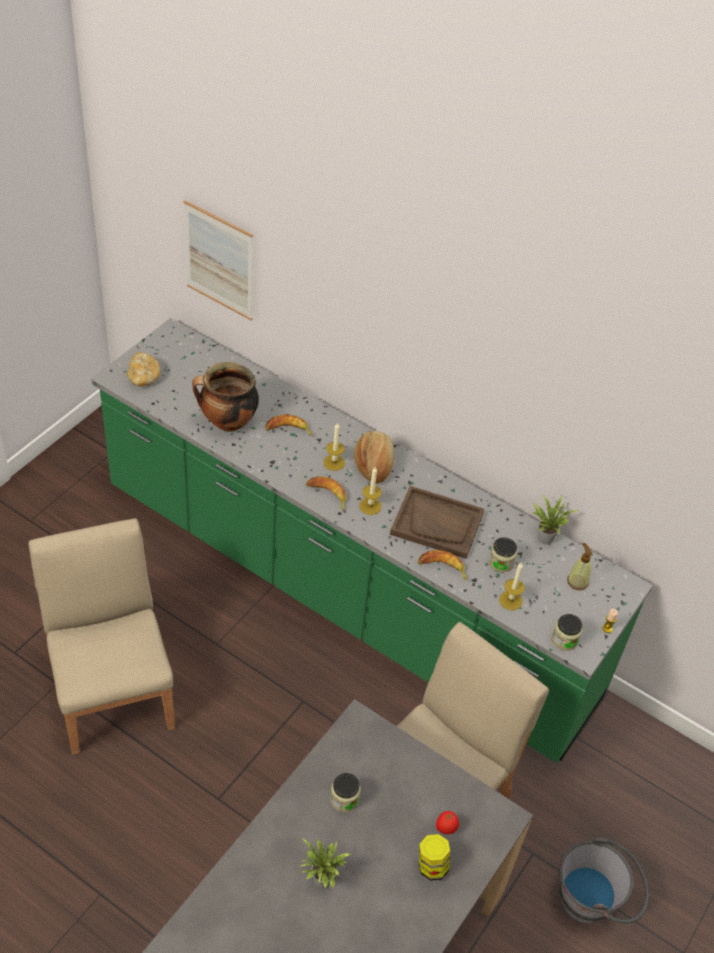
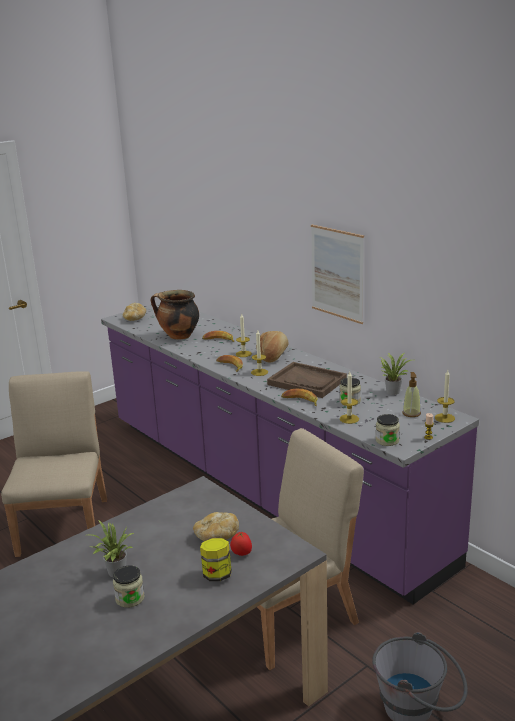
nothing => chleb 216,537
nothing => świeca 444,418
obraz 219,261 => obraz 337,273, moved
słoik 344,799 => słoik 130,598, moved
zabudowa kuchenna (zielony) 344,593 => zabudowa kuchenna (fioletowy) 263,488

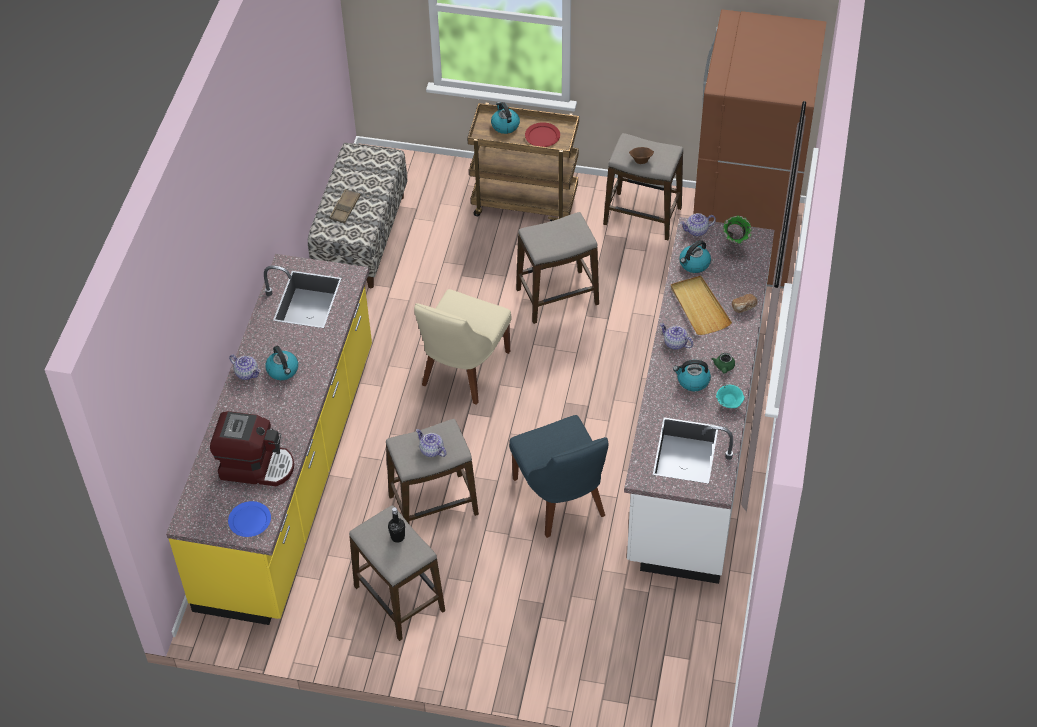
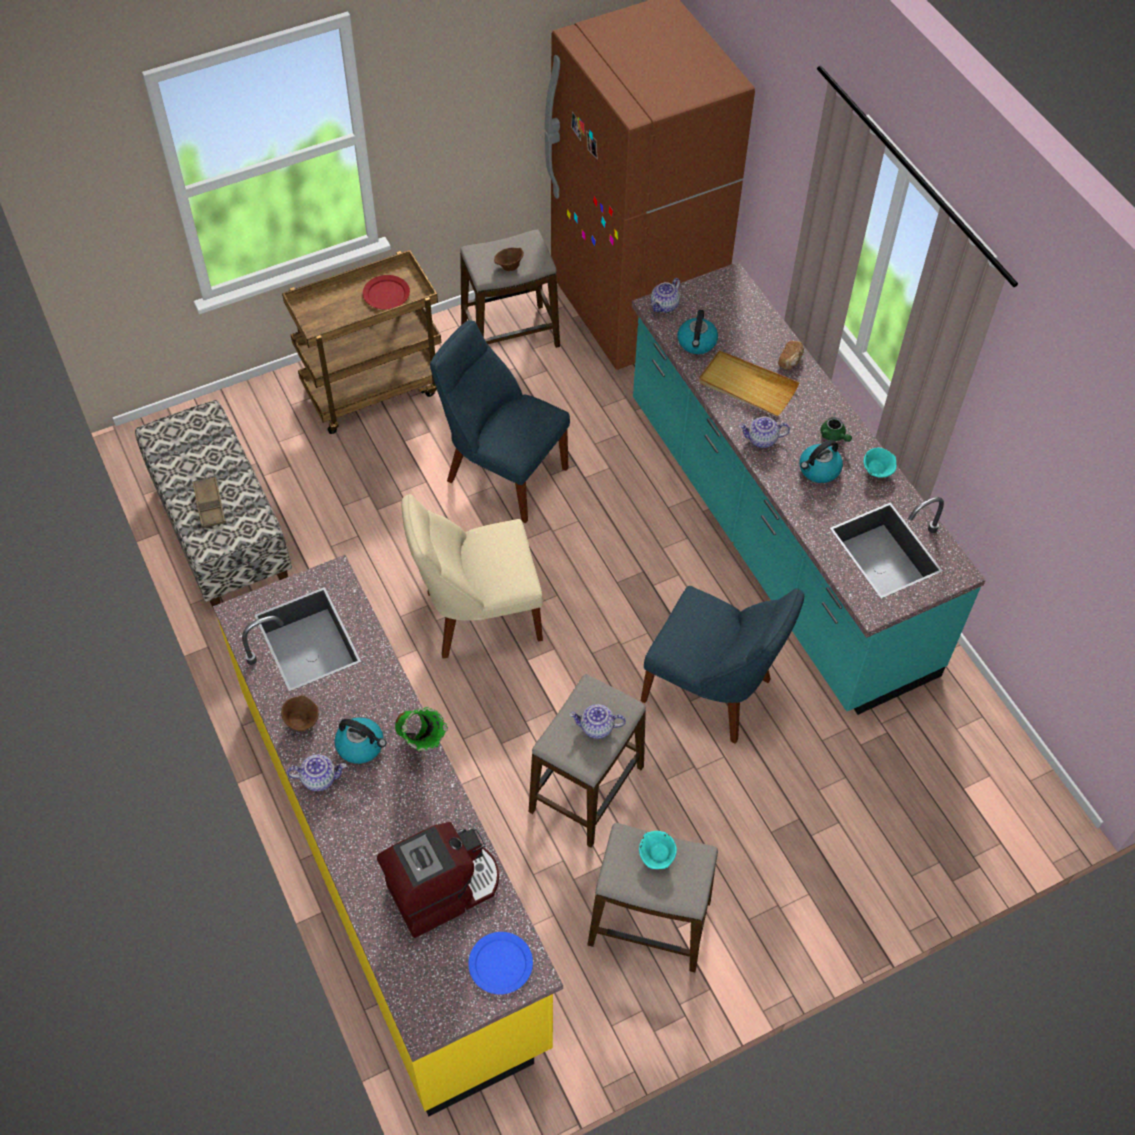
czajnik 505,125 => nothing
nothing => miska (brązowy) 301,721
wazon (zielony) 734,247 => wazon (zielony) 421,745, moved
butelka (czarny) 397,537 => miska (turkusowy) 657,857
stołek 557,297 => krzesło (niebieski) 502,472
zabudowa kuchenna (biały) 694,435 => zabudowa kuchenna (turkusowy) 775,536
krzesło (beżowy) 463,371 => krzesło (beżowy) 478,615, 90 degrees clockwise

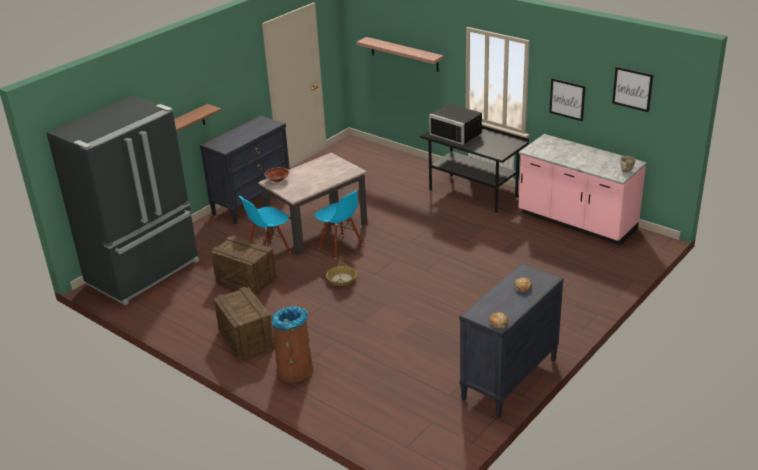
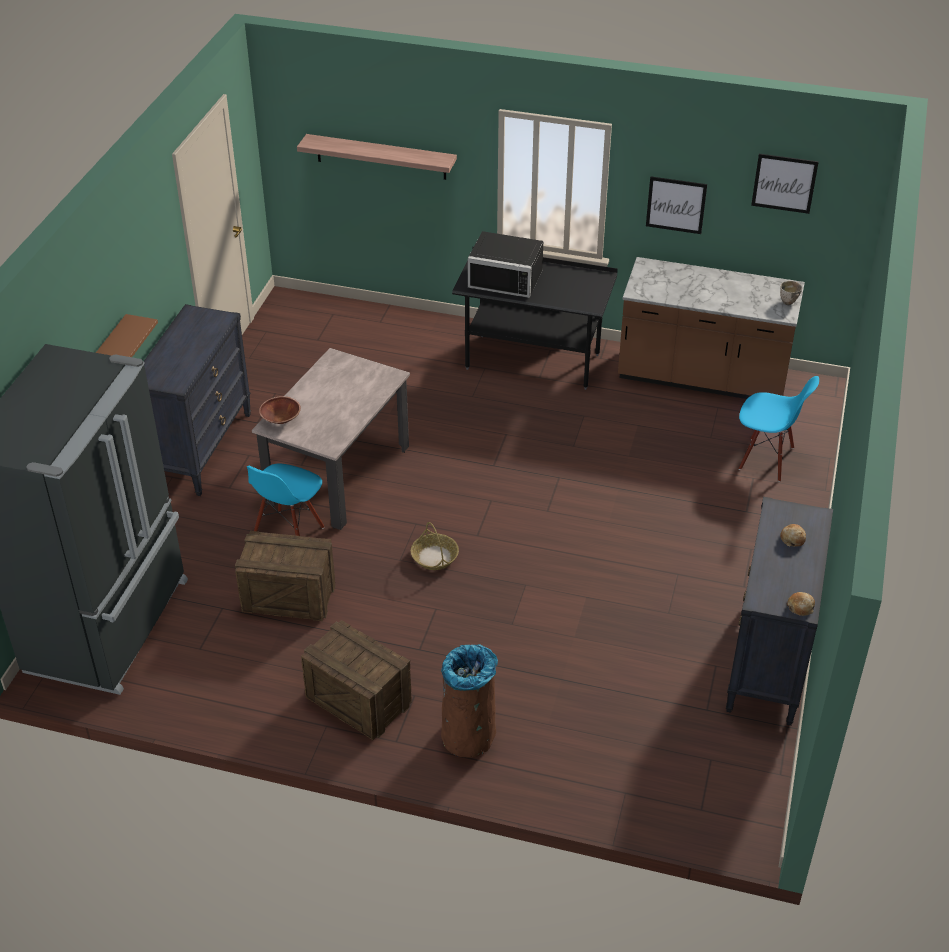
krzesło (niebieski) 340,246 => krzesło (niebieski) 766,459, moved
zabudowa kuchenna (różowy) 576,222 => zabudowa kuchenna (brązowy) 702,379

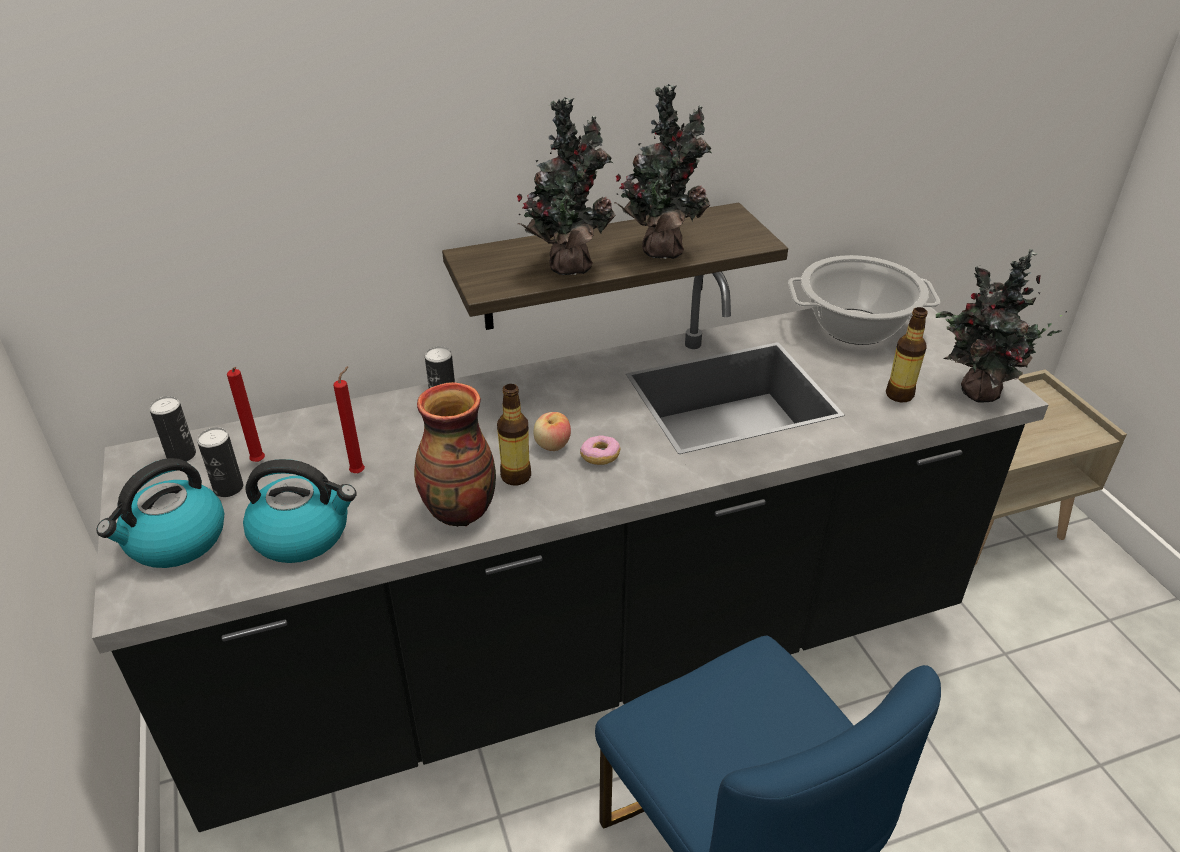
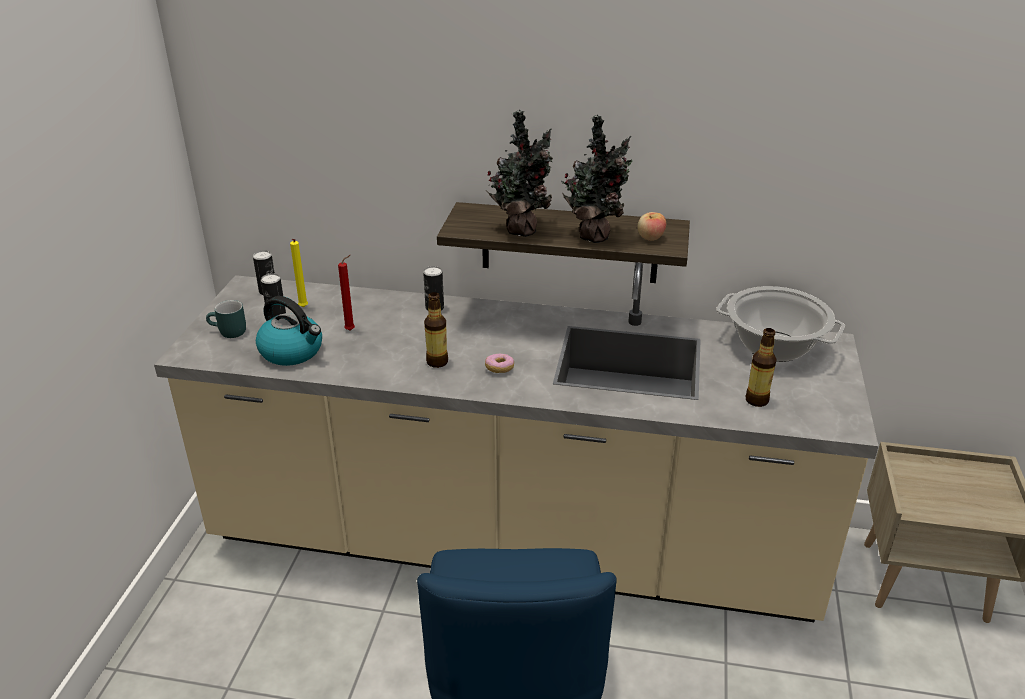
wazon 460,511 => nothing
roślina doniczkowa 976,393 => nothing
jabłko 552,445 => jabłko 650,238, moved
czajnik 175,541 => kubek (turkusowy) 228,333
zabudowa kuchenna (czarny) 590,658 => zabudowa kuchenna (beżowy) 512,545
świeca (czerwony) 259,463 => świeca (żółty) 303,308

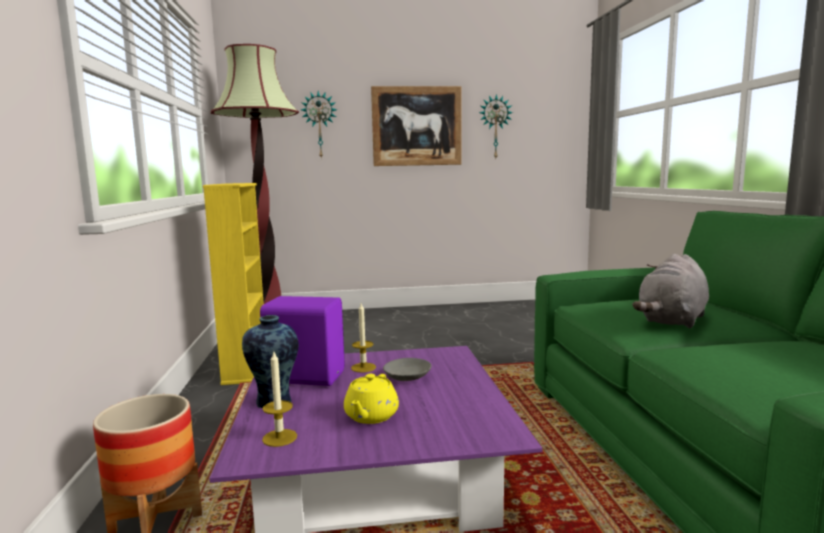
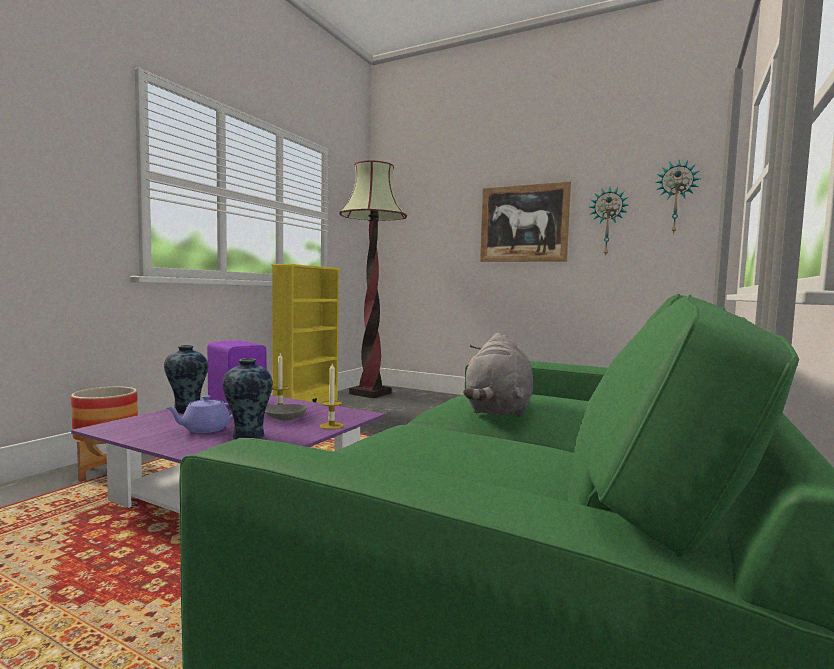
nothing => wazon 247,436
świeca 279,438 => świeca 331,426, moved
zegar ścienny 319,125 => zegar ścienny 676,197, moved
imbryk (żółty) 370,416 => imbryk (fioletowy) 204,429
pluszak (szary) 672,321 => pluszak (szary) 498,411, 60 degrees counterclockwise

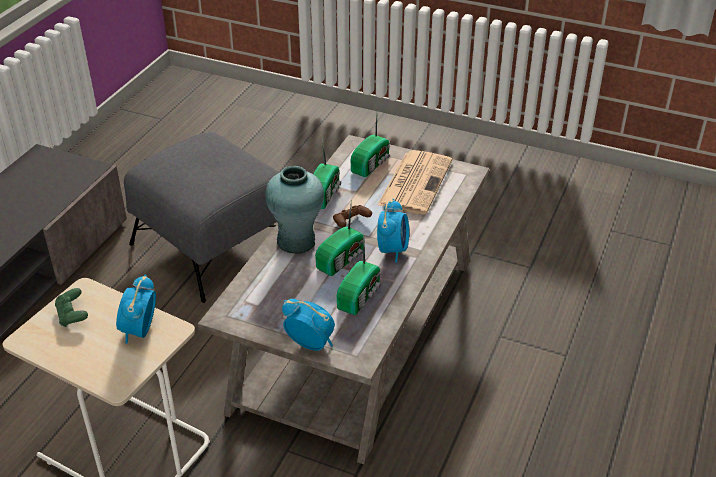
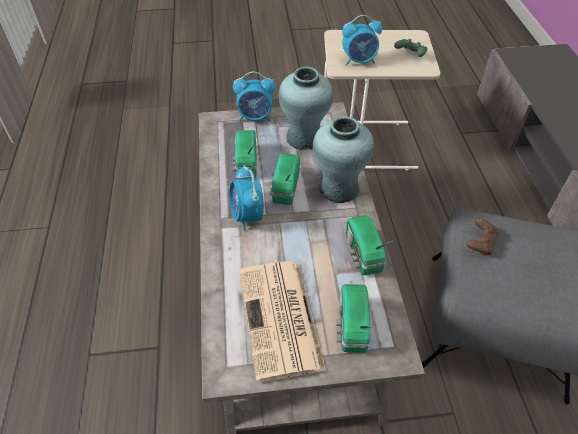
nothing => wazon (turkusowy) 304,138
pad do gier (brązowy) 351,223 => pad do gier (brązowy) 480,243, moved
budzik 140,331 => budzik 359,61, 105 degrees clockwise

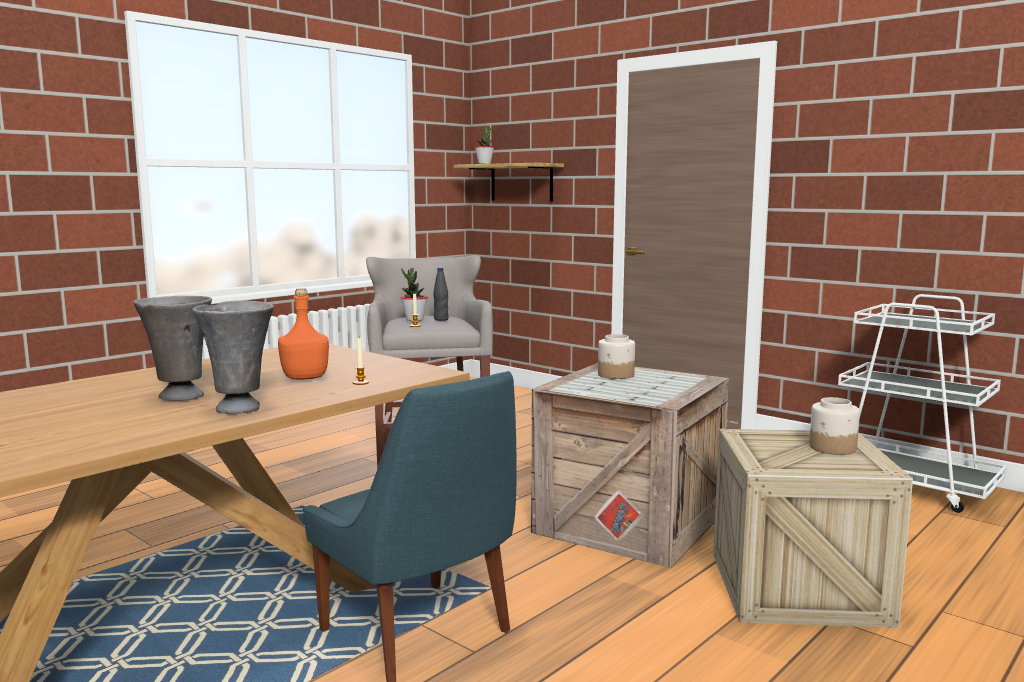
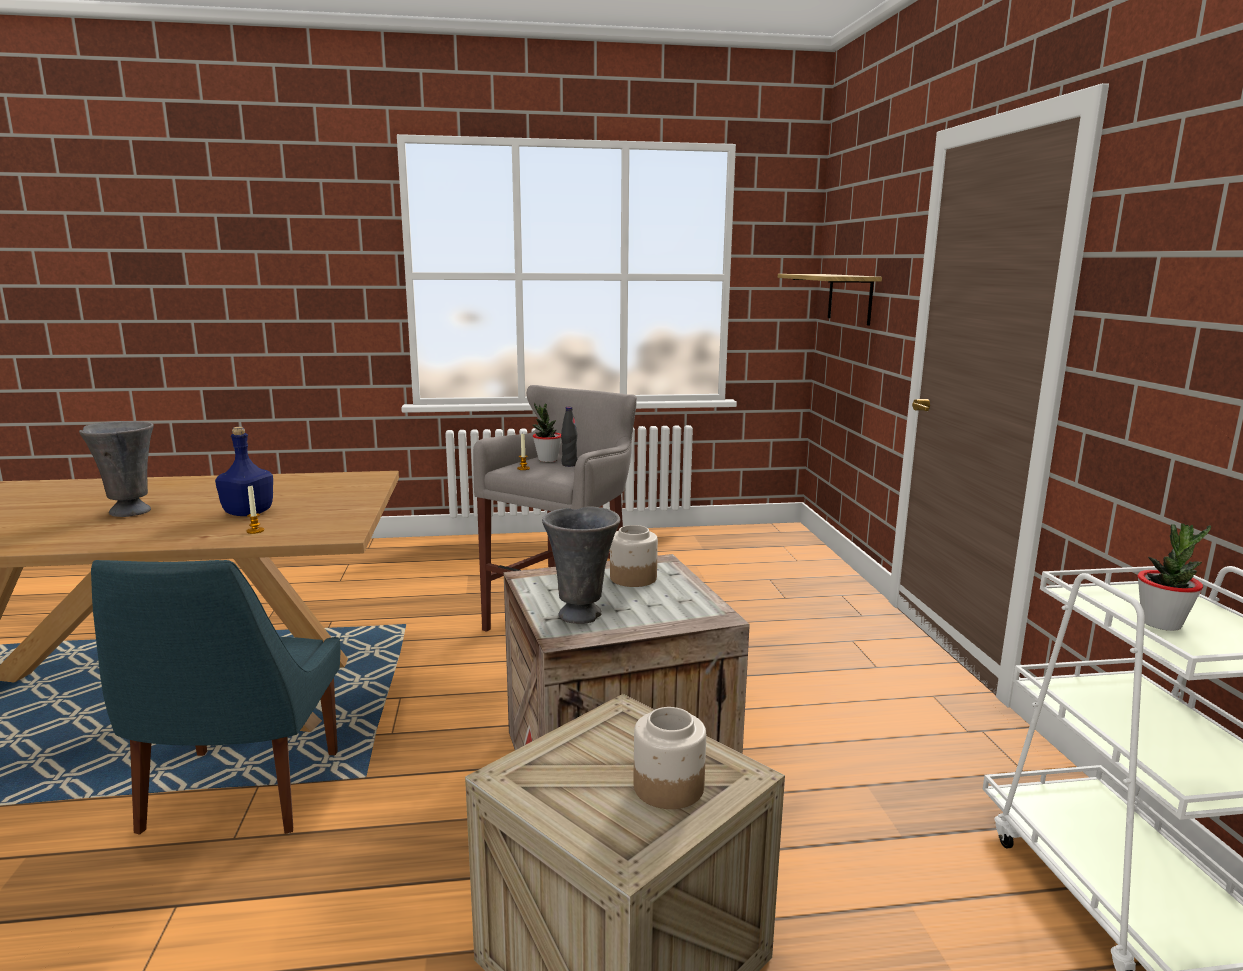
wazon (szary) 240,408 => wazon (szary) 582,615, moved
roślina doniczkowa 484,164 => roślina doniczkowa 1161,623, moved
butelka (pomarańczowy) 304,378 => butelka (niebieski) 247,513

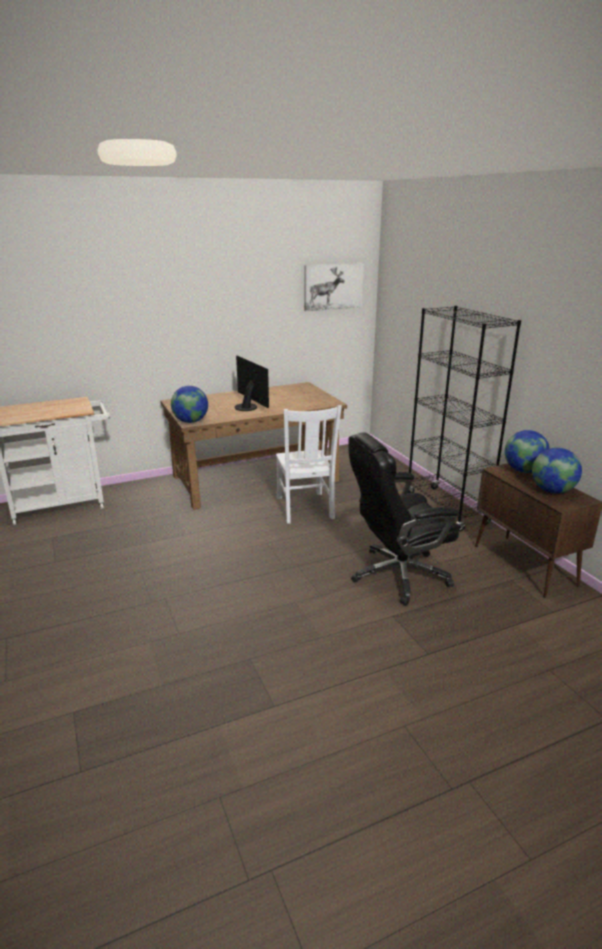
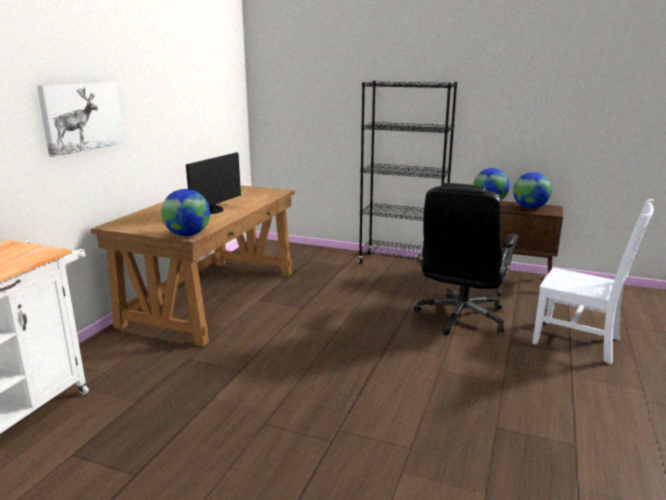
krzesło (biały) 305,509 => krzesło (biały) 579,341, moved
obraz 332,286 => obraz 82,116, moved
monitor 248,407 => monitor 212,211, 105 degrees clockwise

